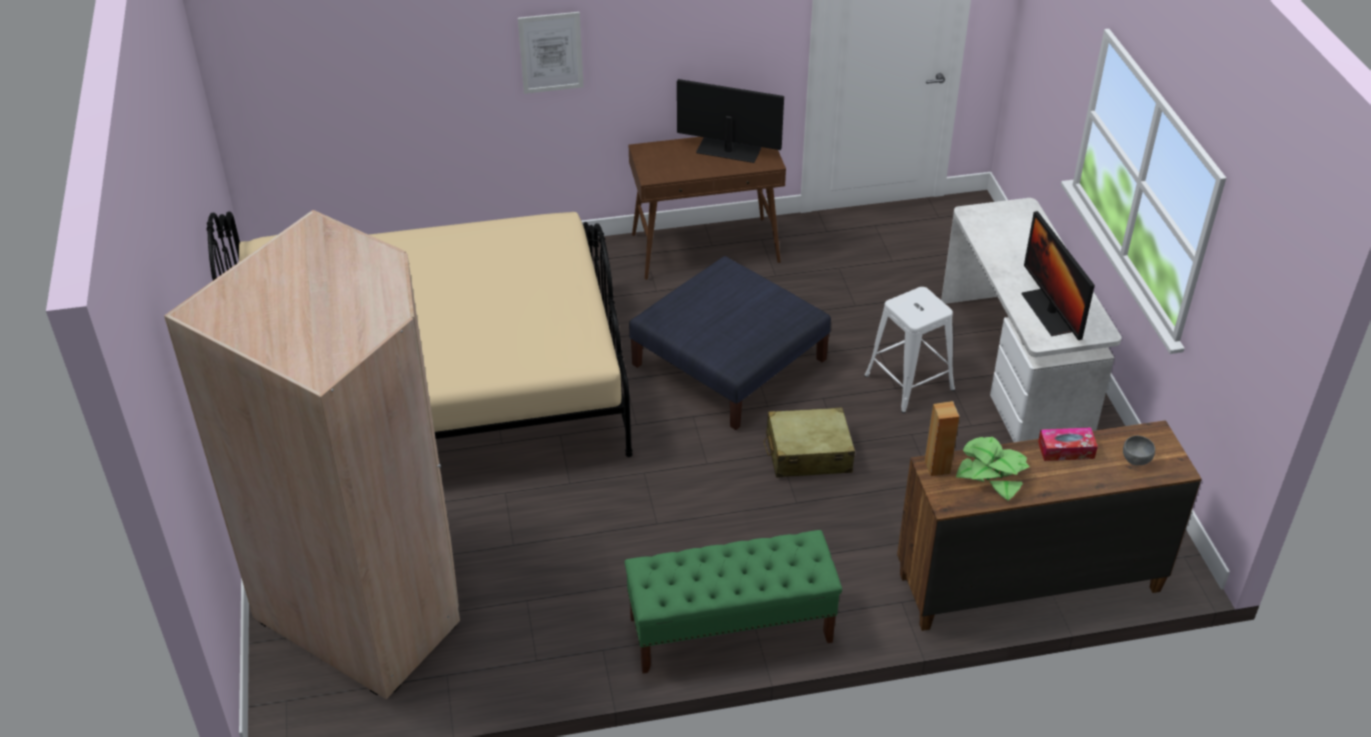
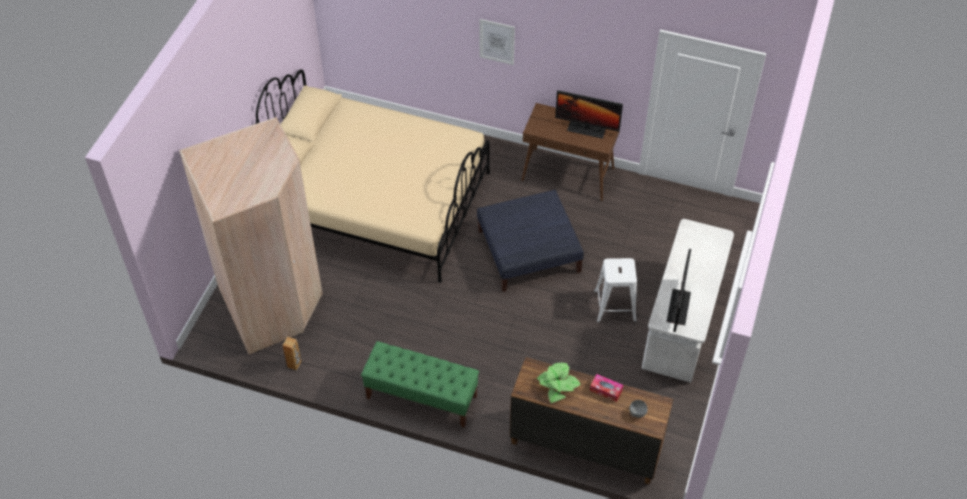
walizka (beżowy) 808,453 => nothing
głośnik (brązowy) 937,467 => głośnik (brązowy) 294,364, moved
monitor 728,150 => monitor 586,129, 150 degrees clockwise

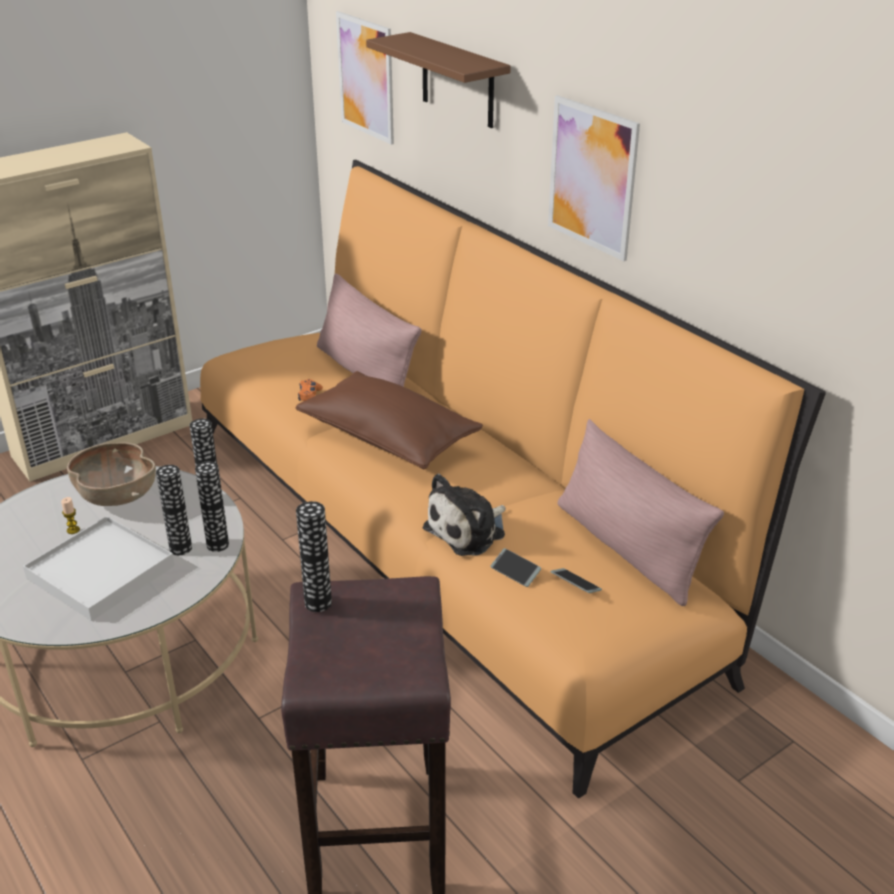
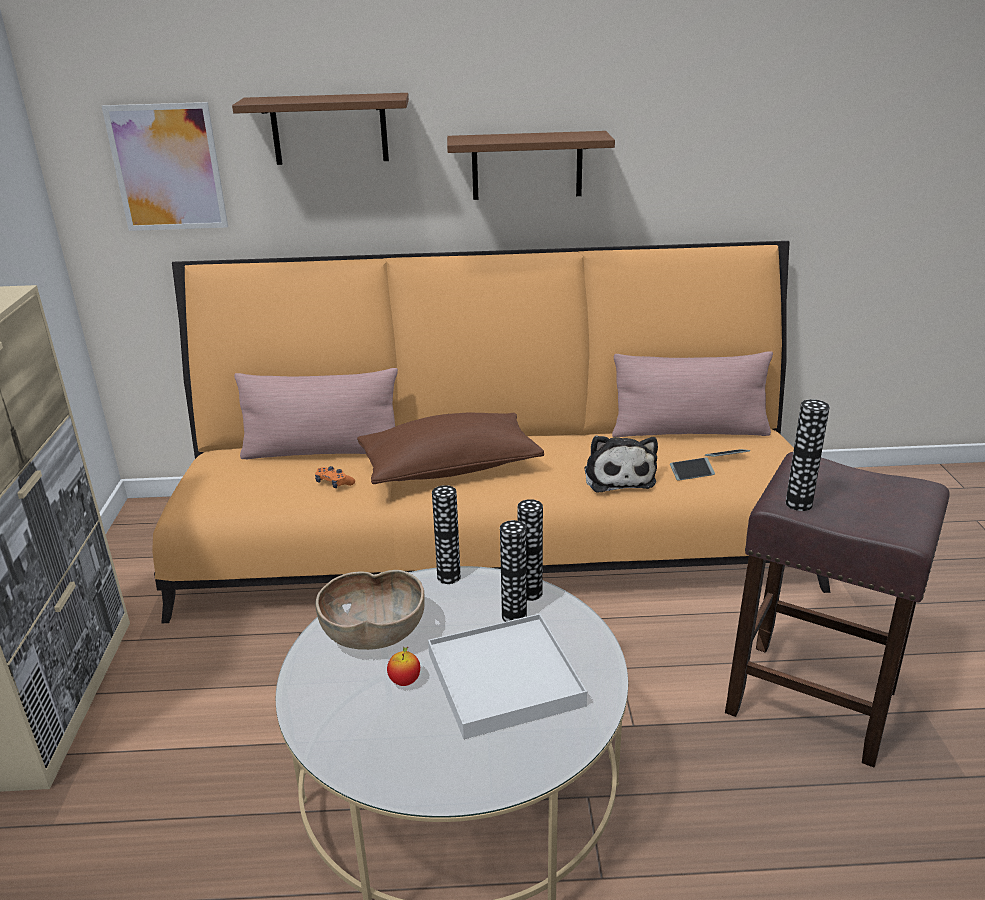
świeca 73,530 => jabłko 405,681
obraz 592,177 => półka (brązowy) 527,165

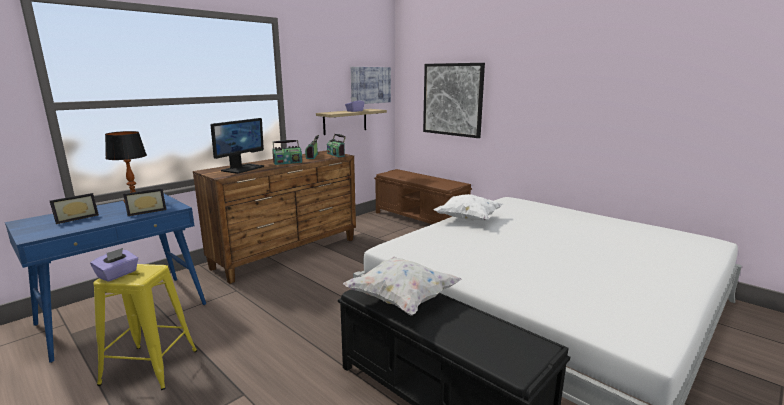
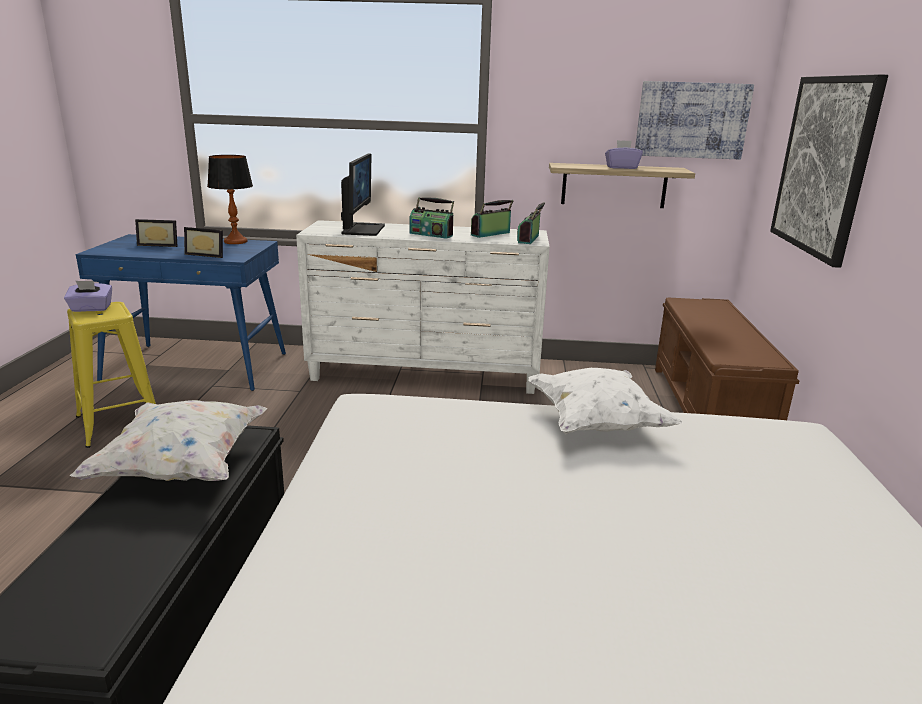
komoda (brązowy) 288,253 => komoda (biały) 425,375
monitor 242,168 => monitor 362,229, 75 degrees counterclockwise

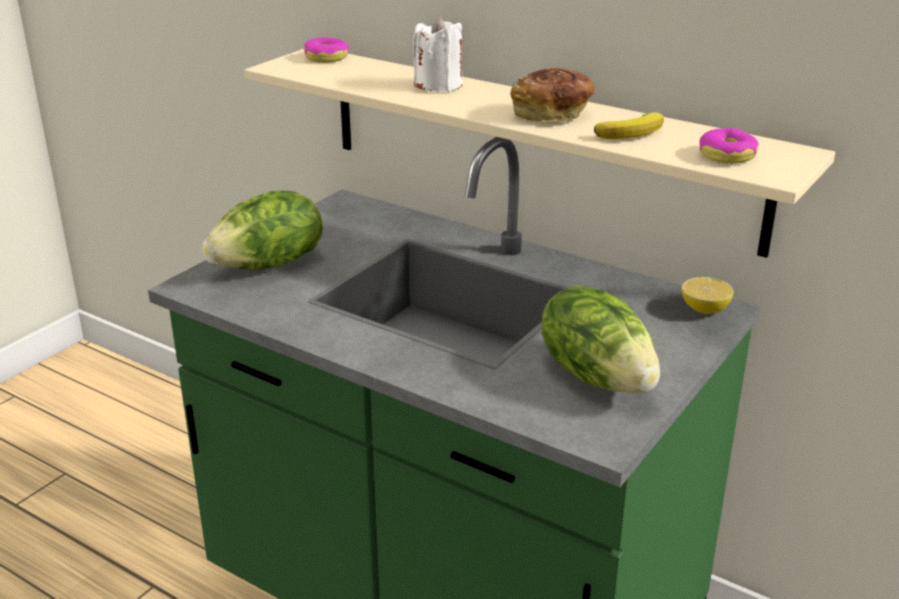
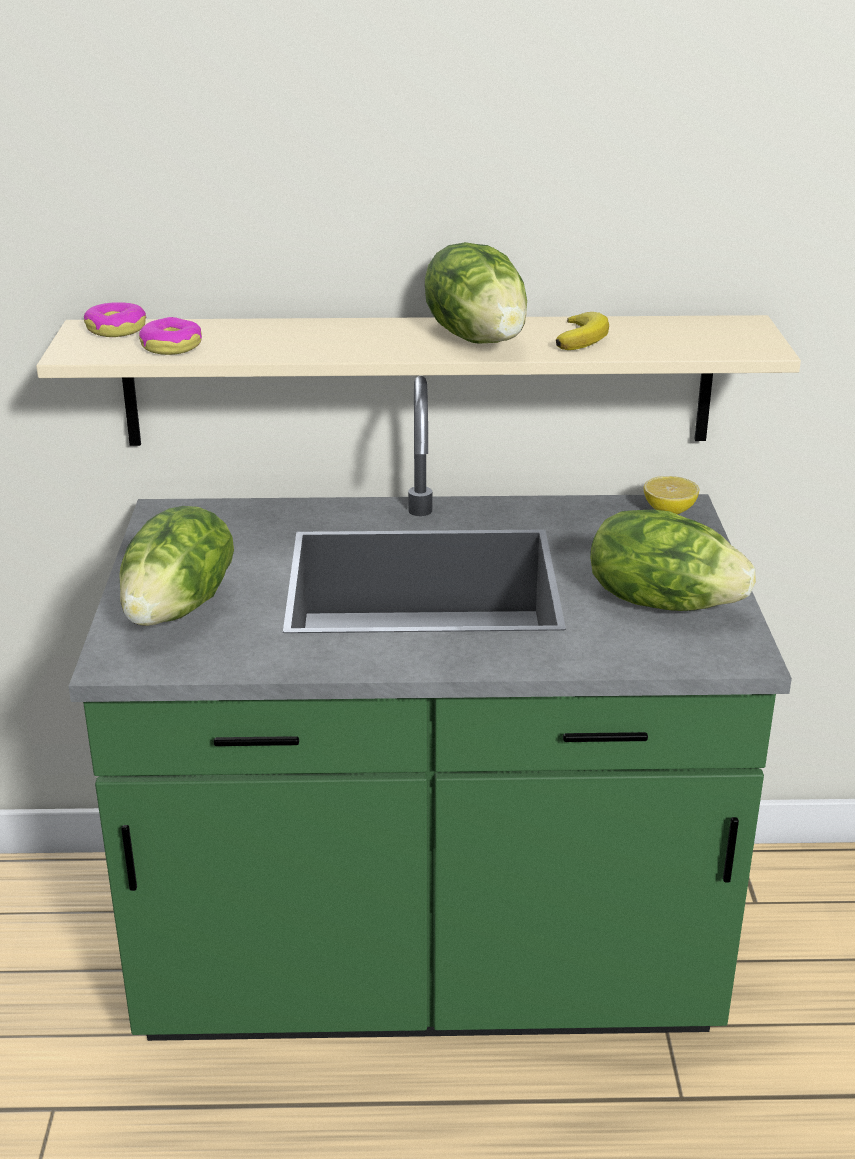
świeca (biały) 438,85 => nothing
donut 727,155 => donut 171,346, moved
chleb 552,114 => sałata 479,338

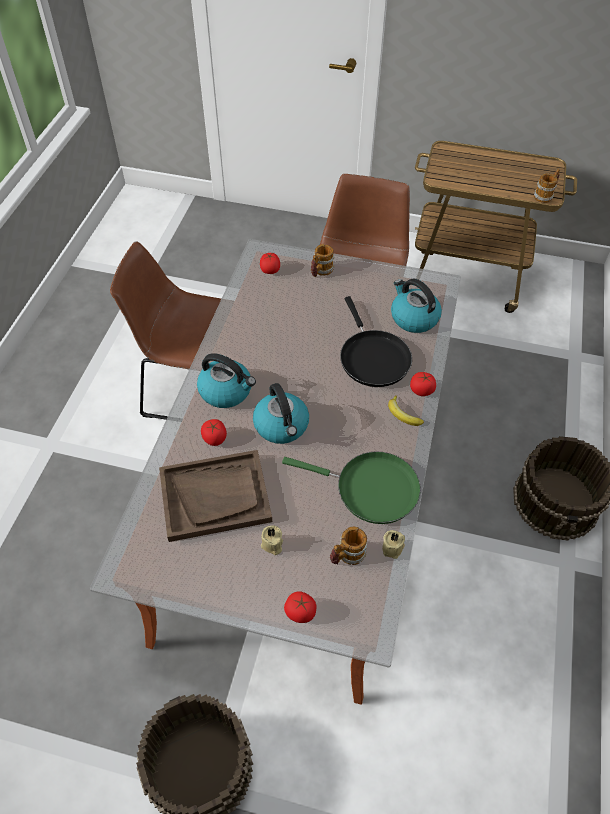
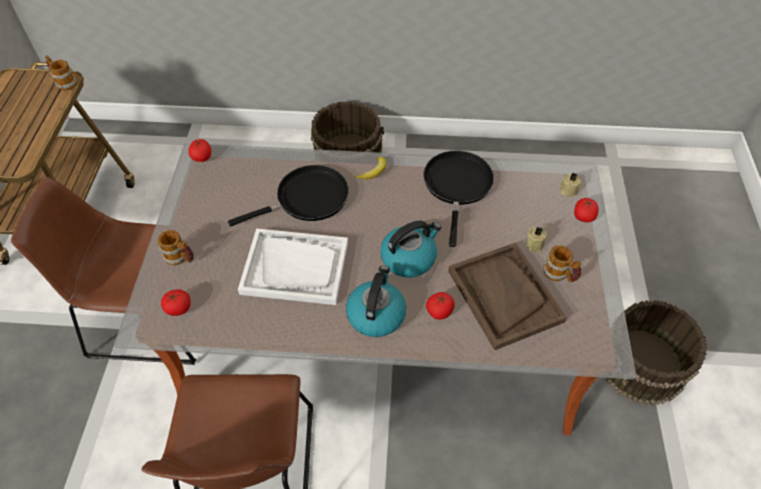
czajnik 413,318 => nothing
nothing => taca (biały) 295,268
kubek 347,556 => kubek 559,274, moved
świeca (beżowy) 393,548 => świeca (beżowy) 567,190, moved
pomidor 421,390 => pomidor 202,157, moved
patelnia (zielony) 371,489 => patelnia (czarny) 457,186

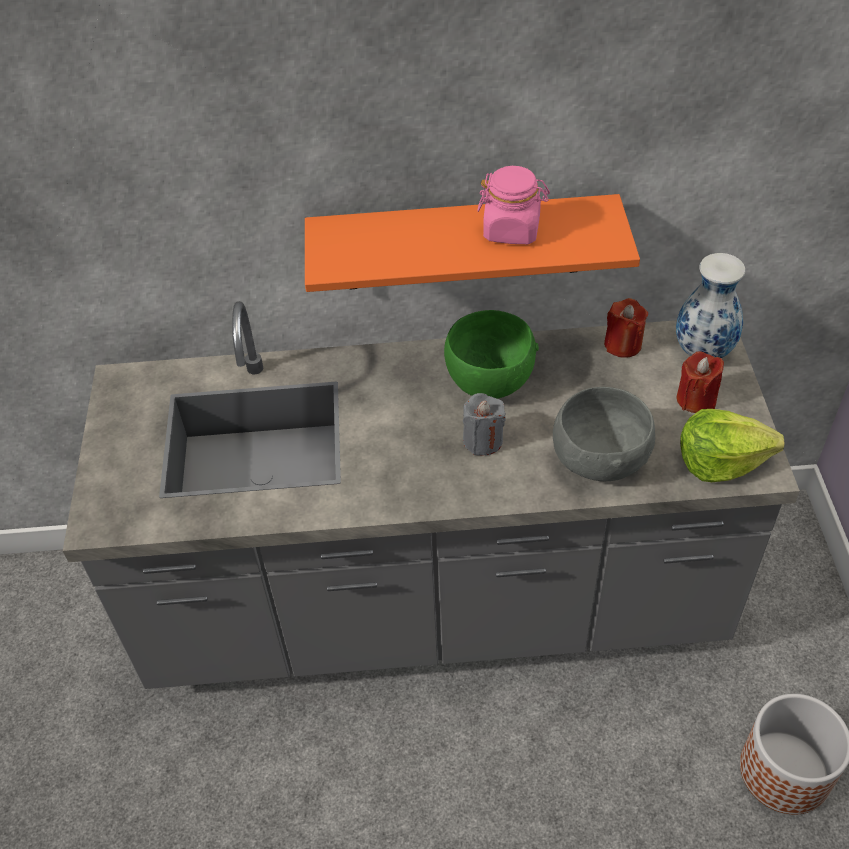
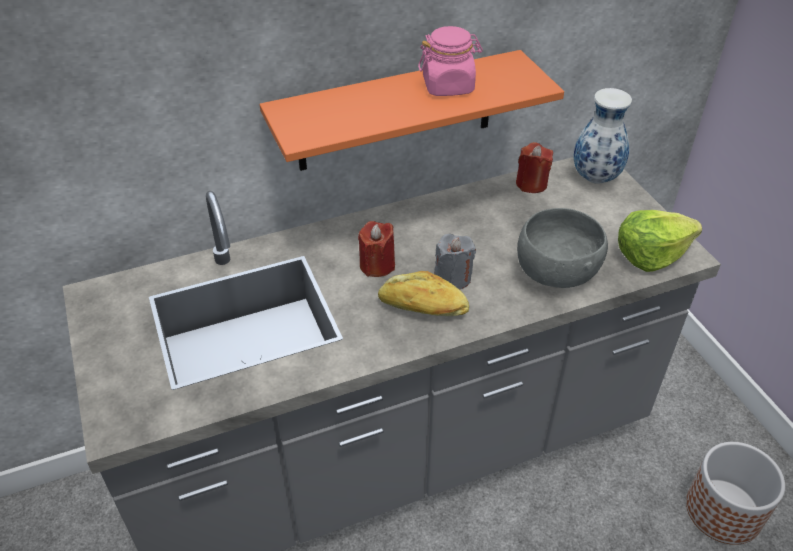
miska (zielony) 489,380 => nothing
nothing => chleb 423,307
świeca (czerwony) 696,399 => świeca (czerwony) 377,265, moved

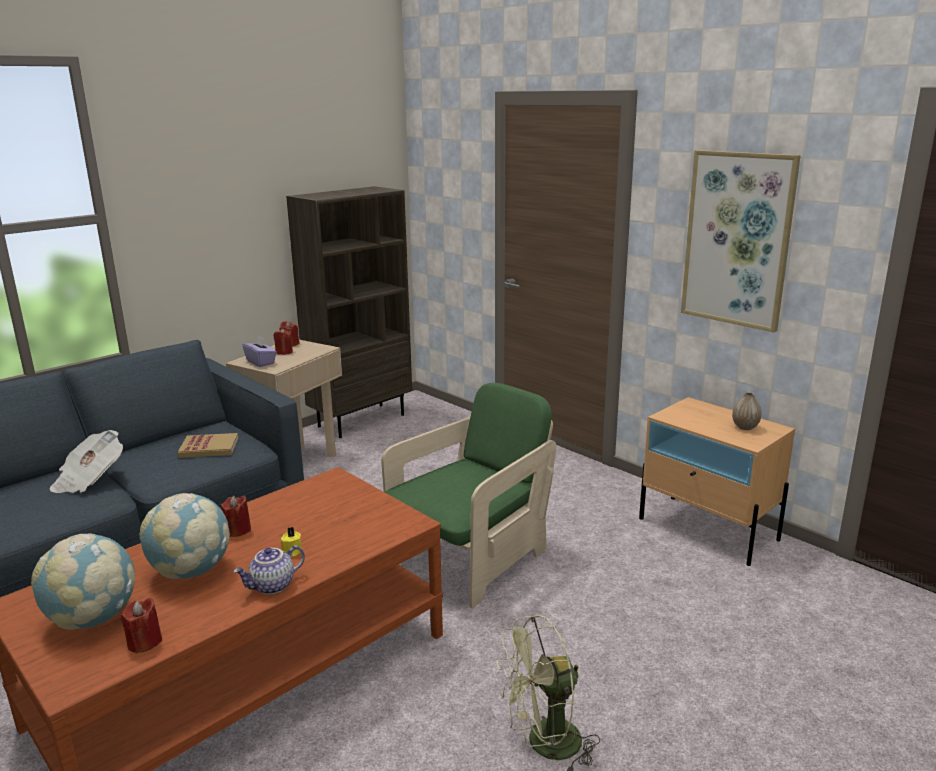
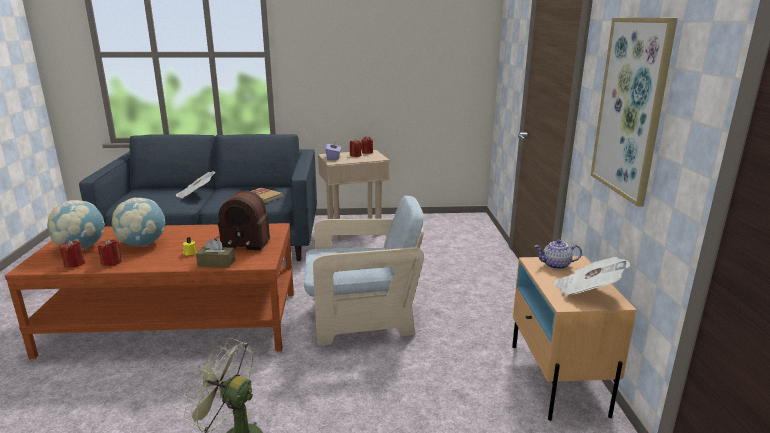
regał (brązowy) 361,420 => nothing
nothing => pudełko chusteczek (brązowy) 216,263
nothing => radio 242,240
świeca (czerwony) 237,530 => świeca (czerwony) 112,262, moved
imbryk 272,586 => imbryk 556,265, moved
wazon 745,427 => gazeta 586,291
fotel (zielony) 471,558 => fotel (beżowy) 362,319

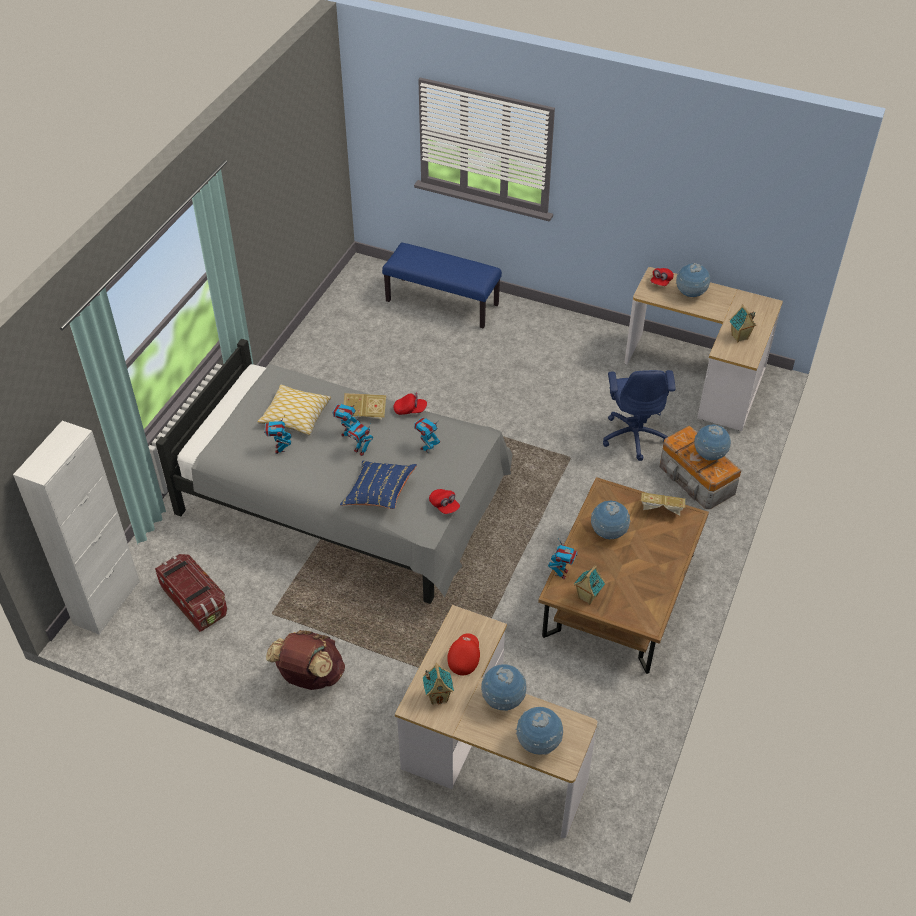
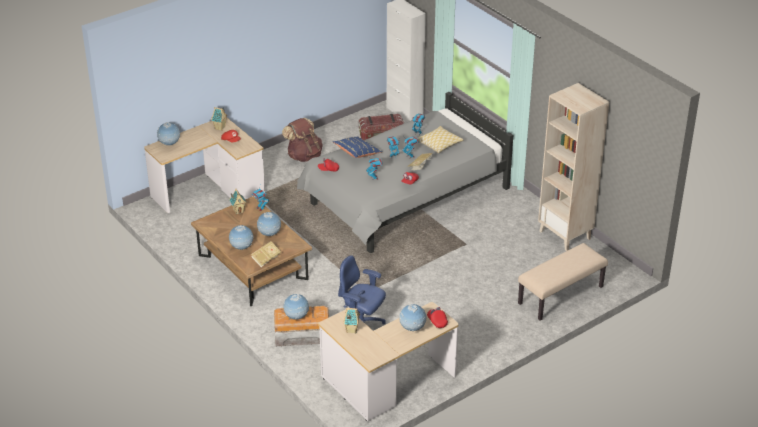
nothing => regał (beżowy) 565,235
globus 503,700 => globus 241,248, moved
ławka (niebieski) 442,302 => ławka (beżowy) 560,296

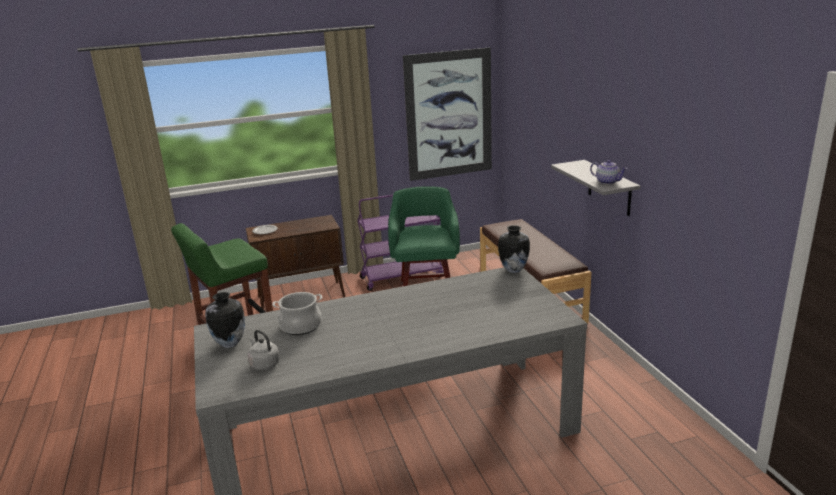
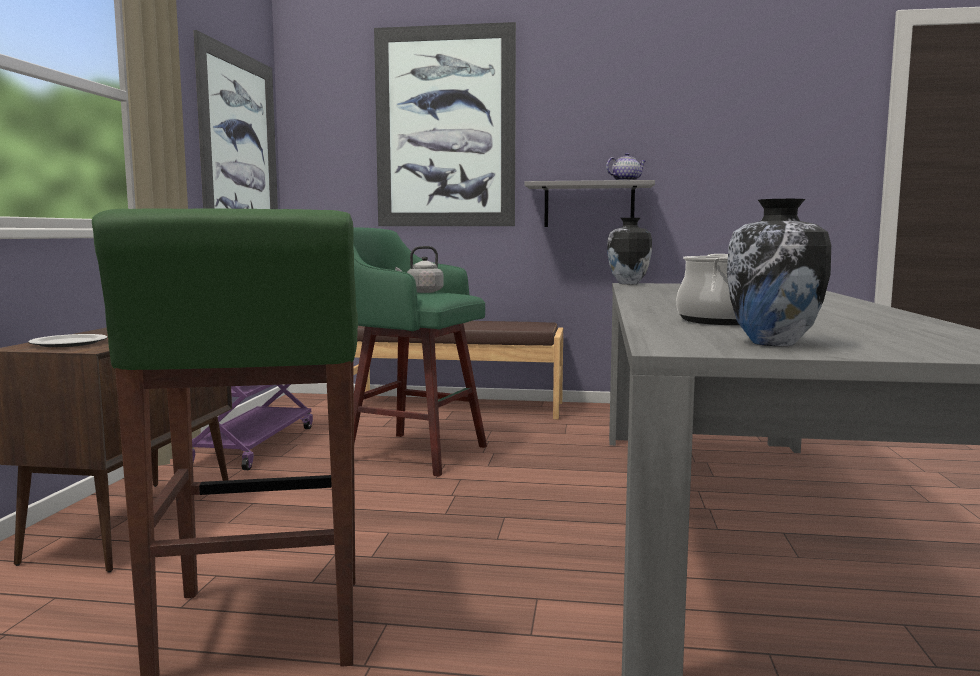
nothing => obraz 445,127
czajnik (szary) 264,364 => czajnik (szary) 422,292, moved

